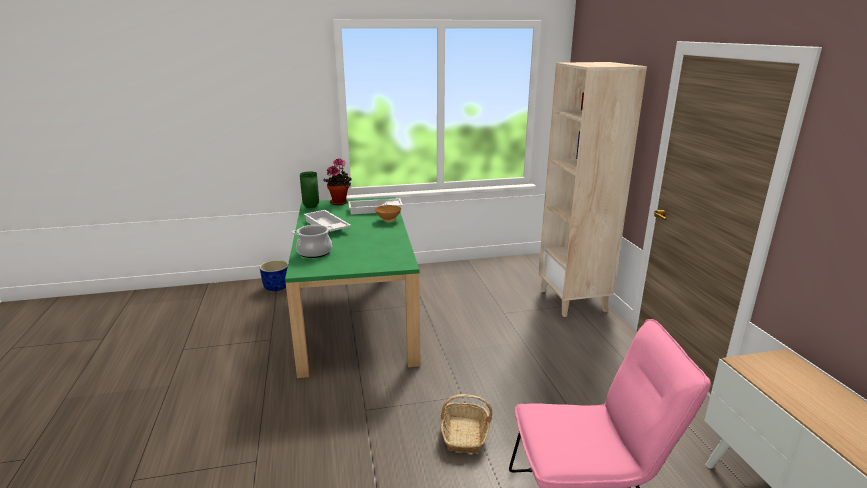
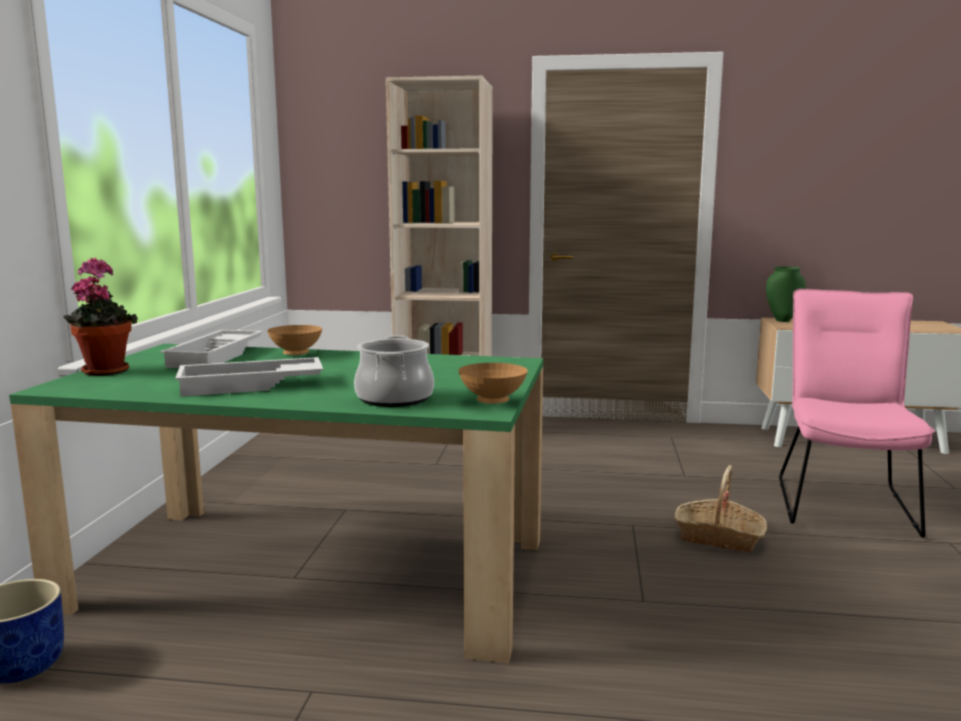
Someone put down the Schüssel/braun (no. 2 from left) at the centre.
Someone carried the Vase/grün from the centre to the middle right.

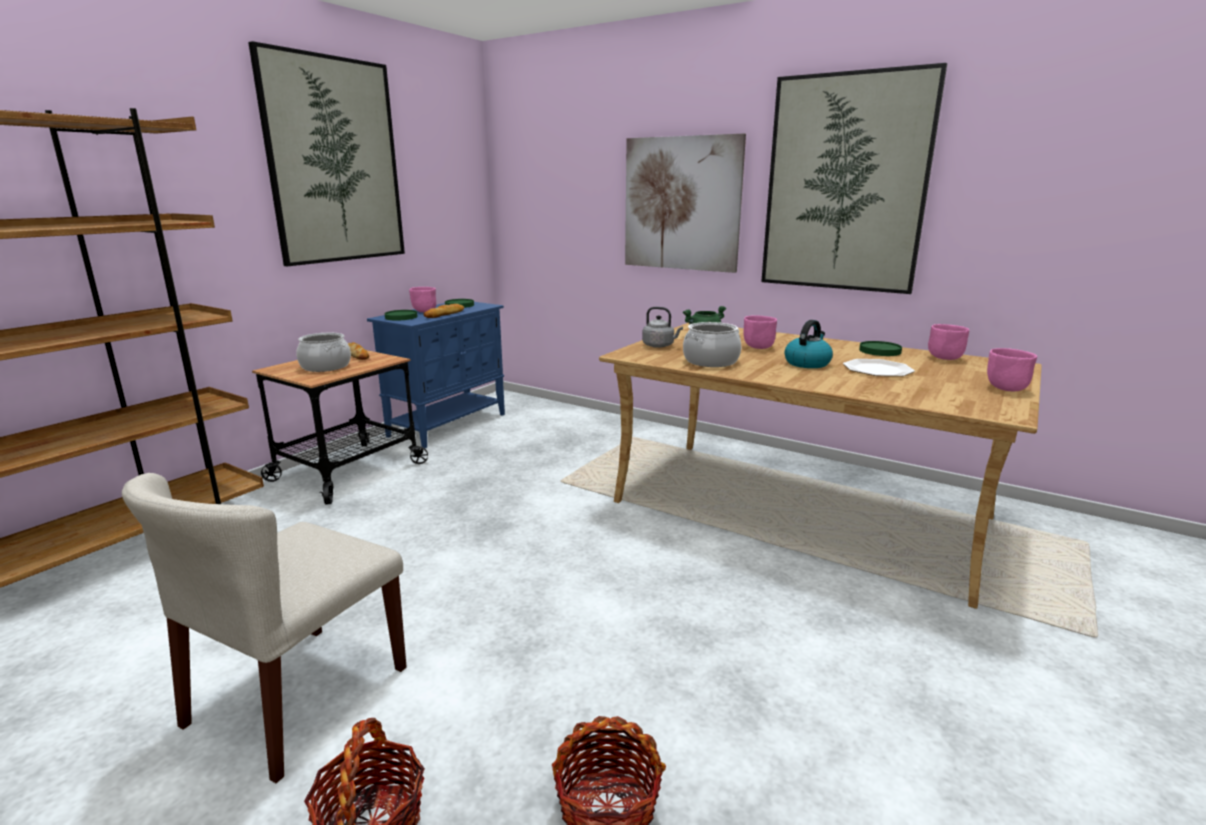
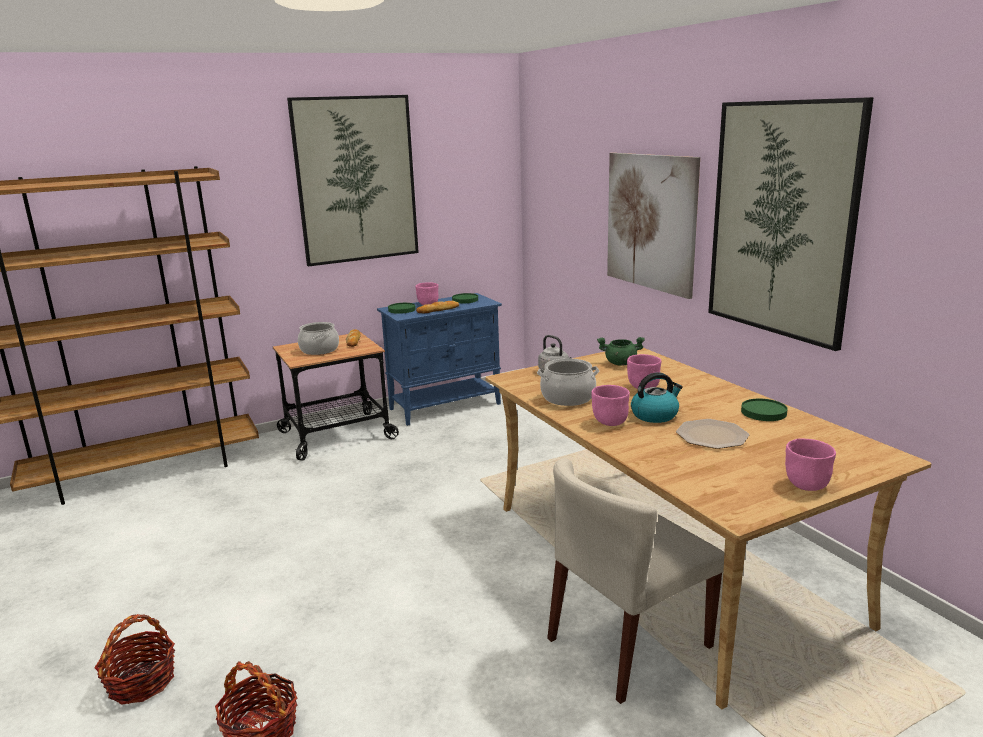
Someone carried the Stuhl/beige from the bottom left to the bottom centre.
Someone carried the Schüssel/rosa (no. 3 from left in the first image) from the middle right to the centre.

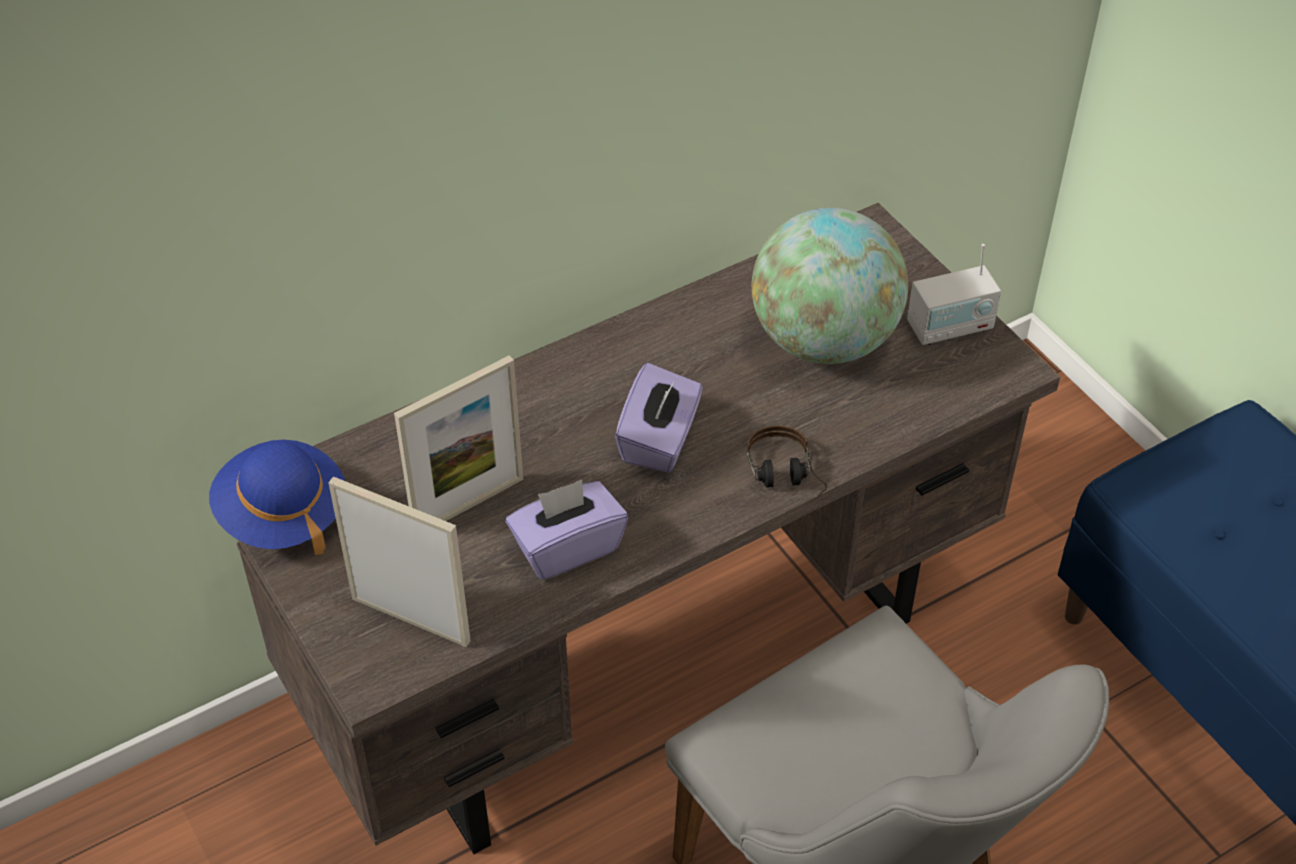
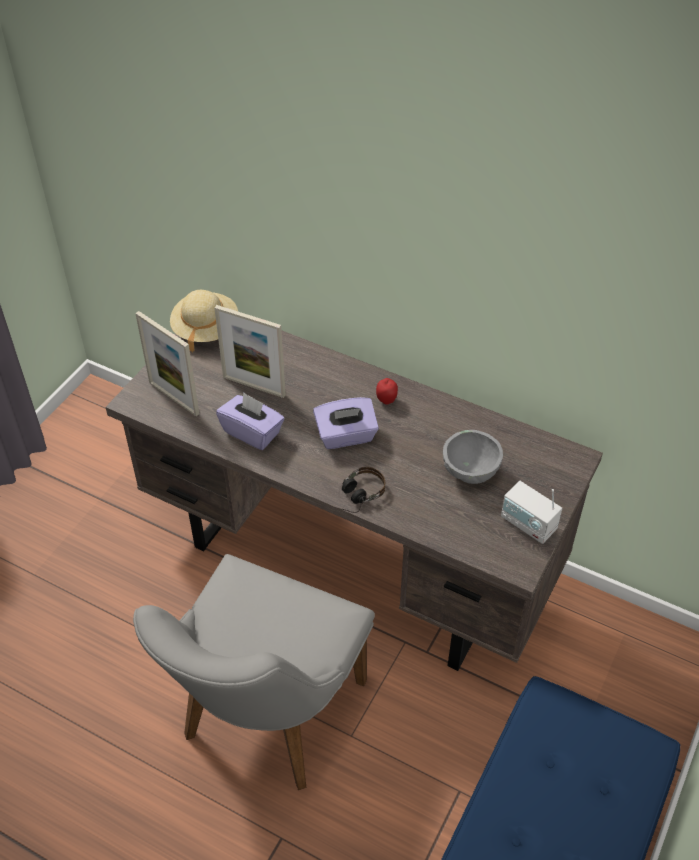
Someone rotated the Bilderrahmen (no. 1 from left) at the middle left by 135 degrees clockwise.
Someone repainted the Hut/blau at the middle left, which became the Hut/beige at the middle left.
Someone put down the Apfel at the centre.
Someone swapped the Globus at the top centre for the Schüssel/grau at the middle right.

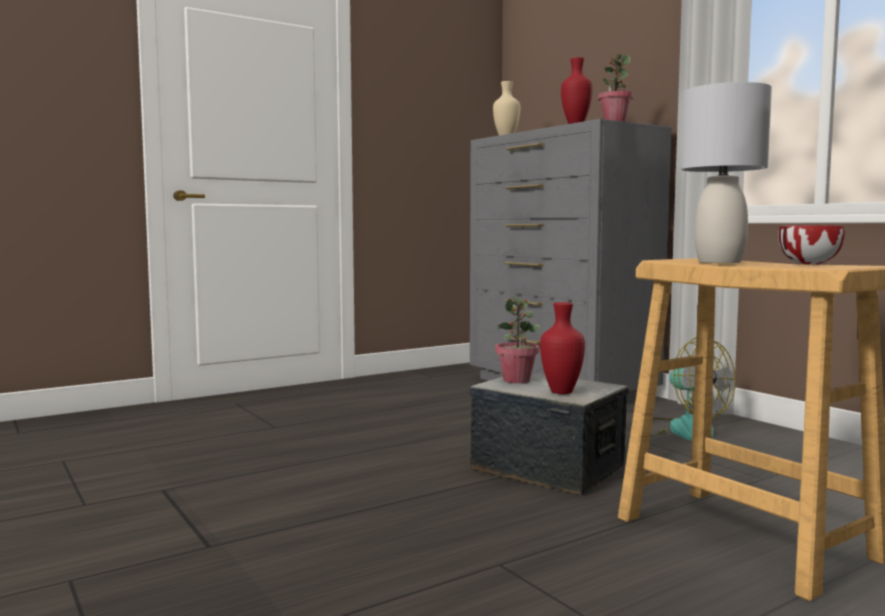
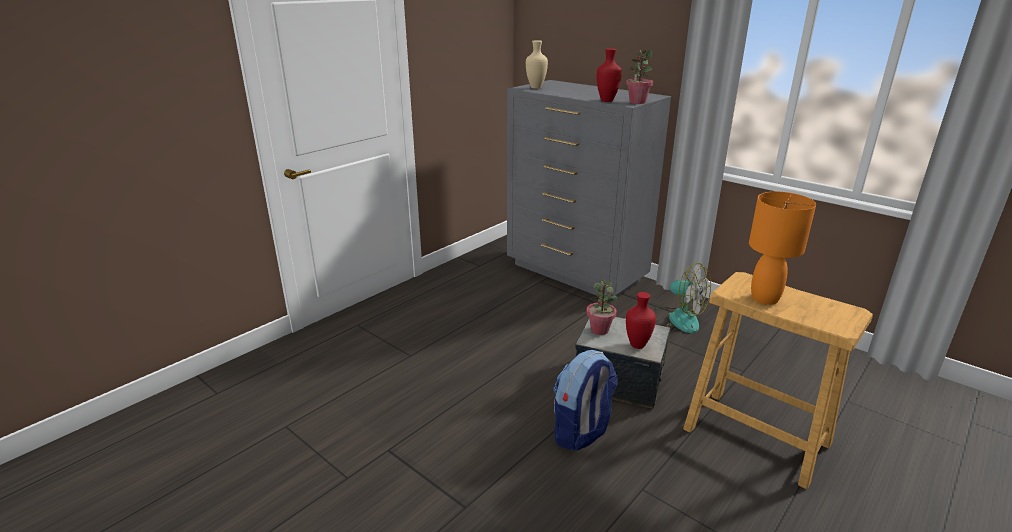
Someone put down the Rucksack at the bottom centre.
Someone repainted the Tischlampe/grau at the top right, which became the Tischlampe/orange at the middle right.
Someone took away the Schüssel at the middle right.

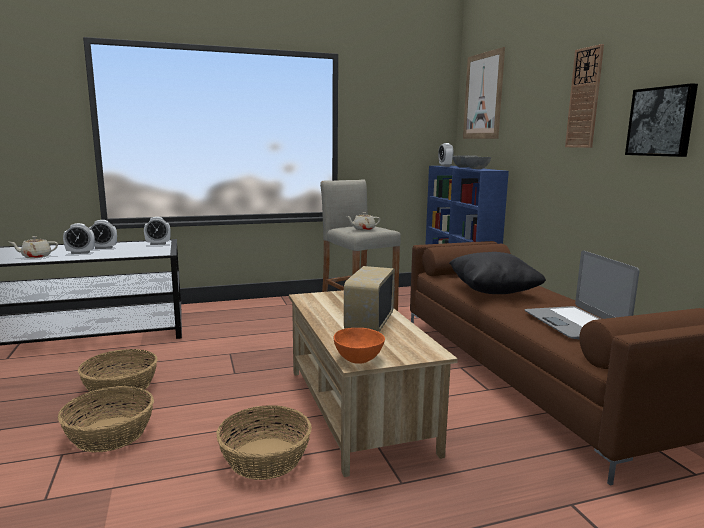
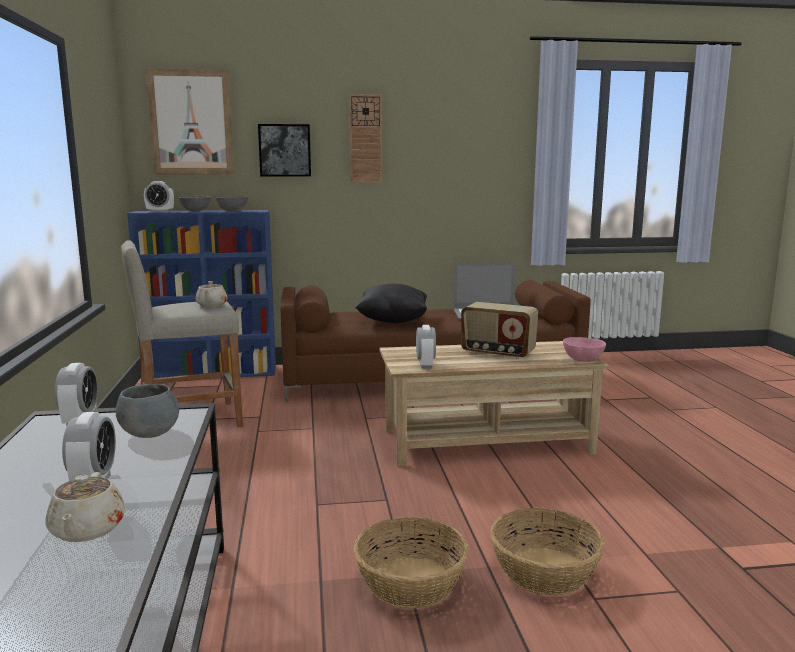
Someone put down the Schüssel/grau (no. 1 from left) at the middle left.
Someone carried the Bild (no. 2 from left) from the top right to the top centre.
Someone carried the Wecker (no. 2 from left in the first image) from the middle left to the centre.
Someone repainted the Schüssel/orange at the centre, which became the Schüssel/rosa at the middle right.
Someone took away the Korb (no. 3 from left) at the bottom centre.

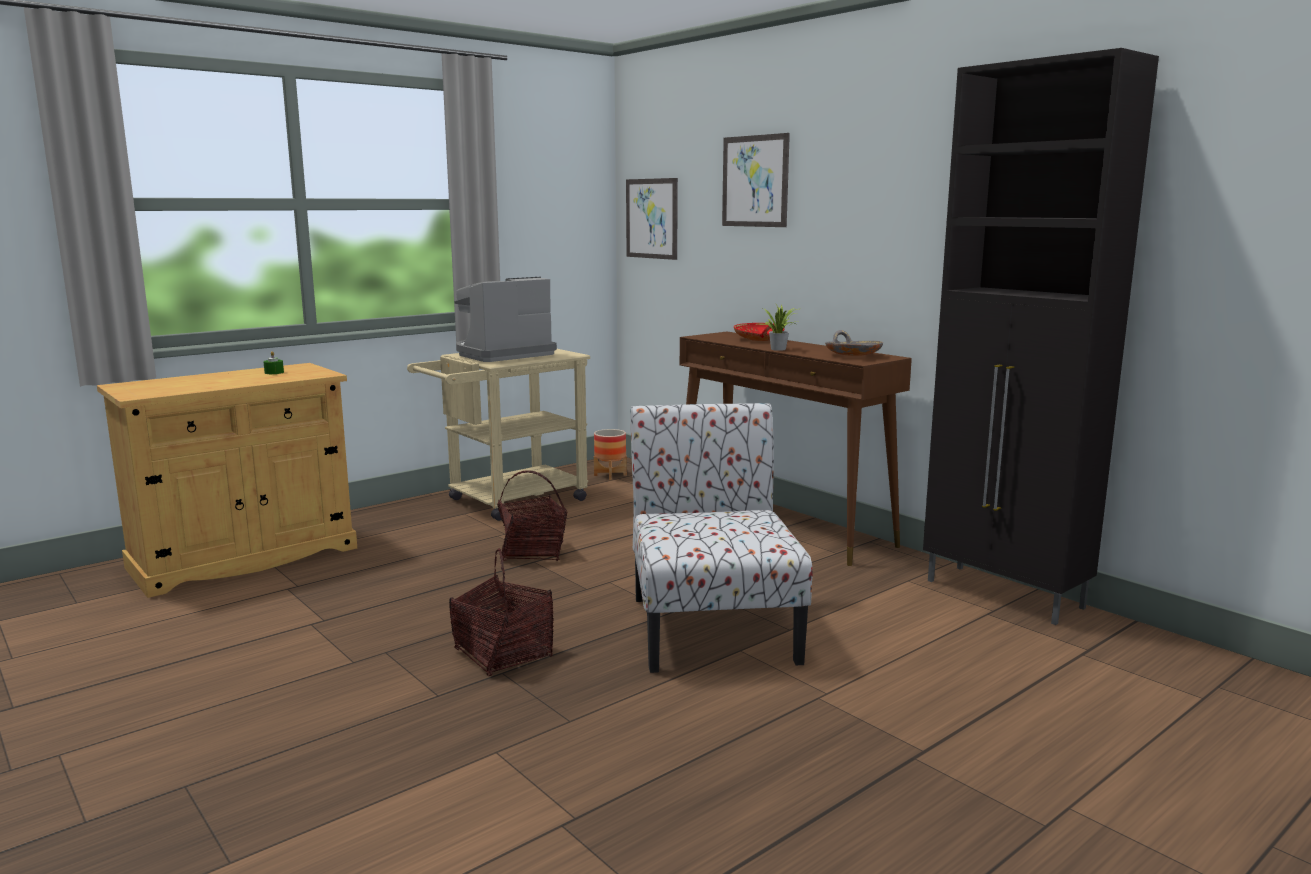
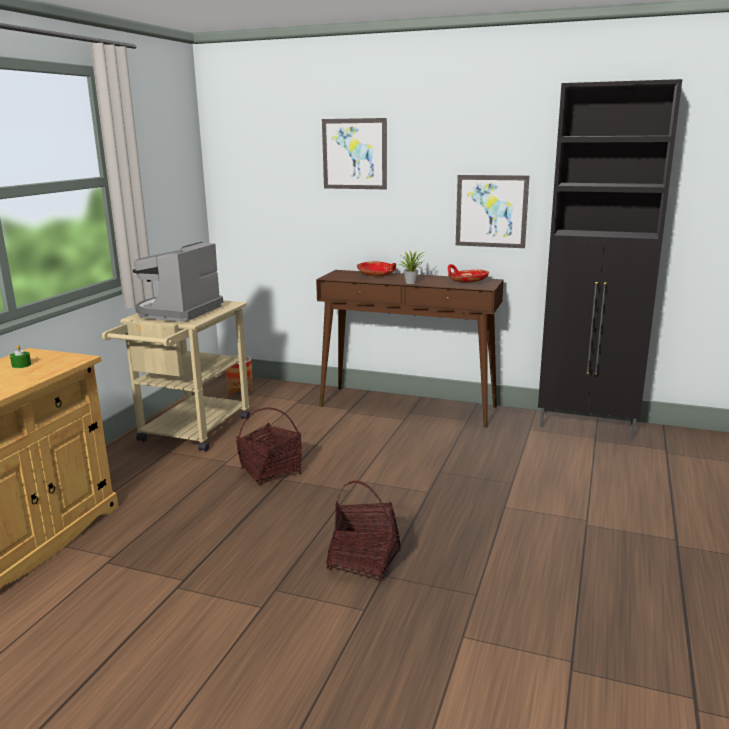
Someone repainted the Schüssel/grau at the centre, which became the Schüssel/rot (no. 2 from left) at the centre.
Someone carried the Bild (no. 1 from left in the first image) from the top centre to the top right.
Someone took away the Stuhl at the centre.

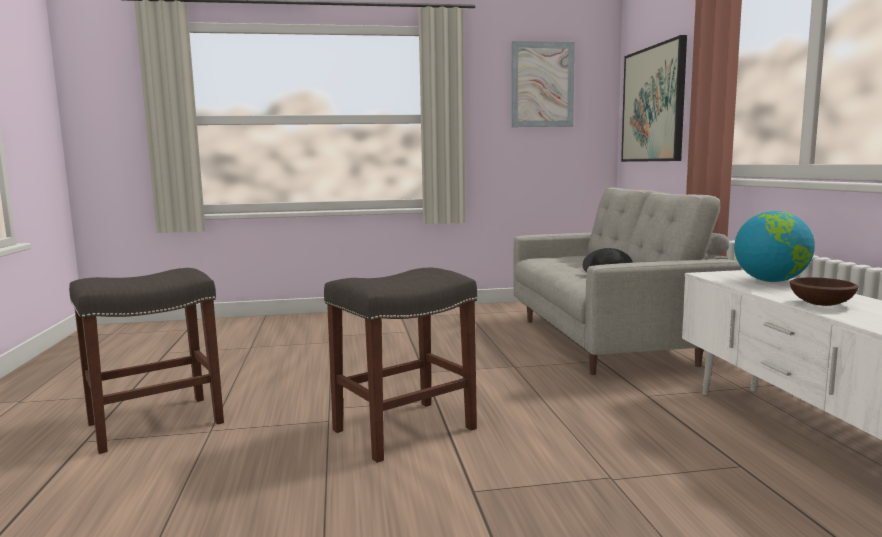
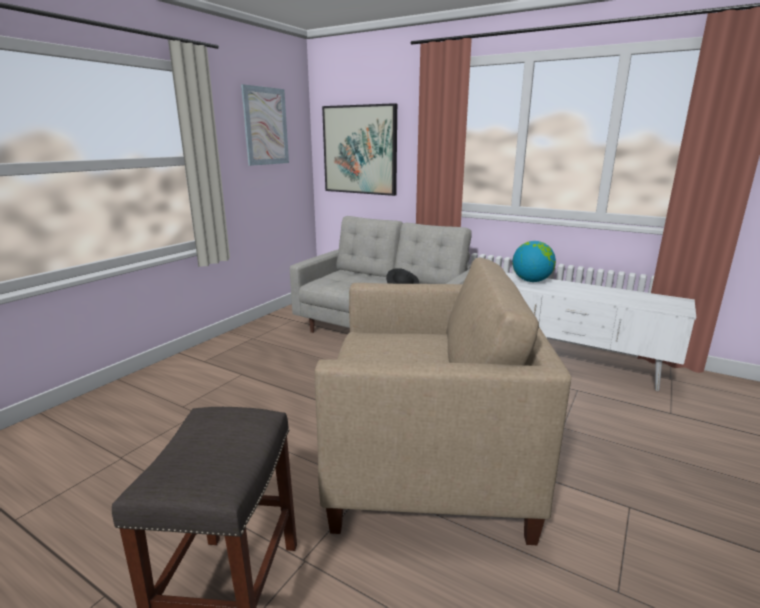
Someone swapped the Hocker/grau (no. 2 from left) at the bottom centre for the Sessel/beige at the centre.
Someone took away the Schüssel/braun at the middle right.

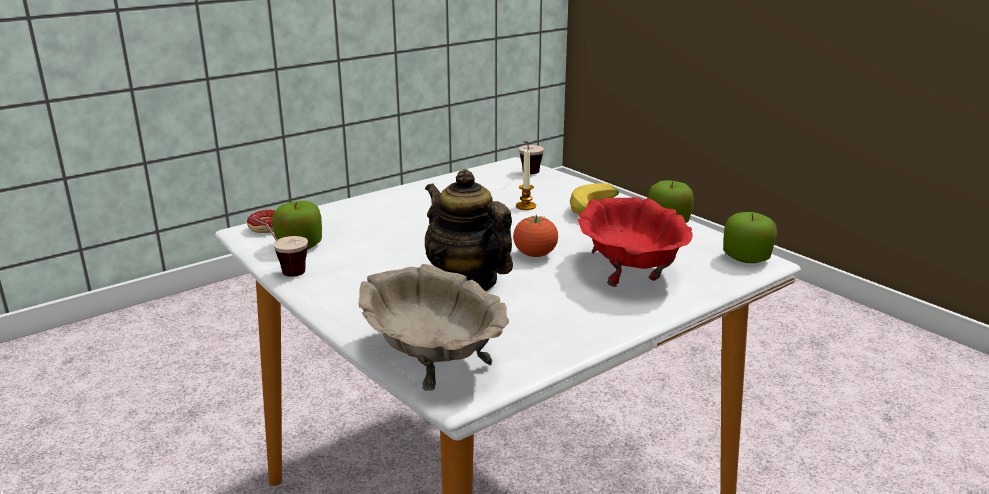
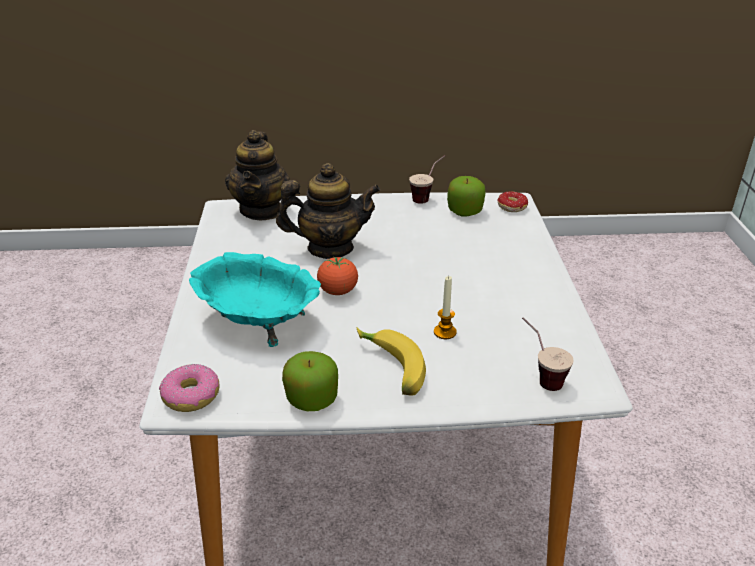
Someone swapped the Apfel (no. 3 from left) at the middle right for the Donut (no. 1 from left) at the bottom left.
Someone repainted the Schüssel/rot at the centre, which became the Schüssel/türkis at the centre.
Someone swapped the Schüssel/beige at the centre for the Teekanne (no. 1 from left) at the top centre.

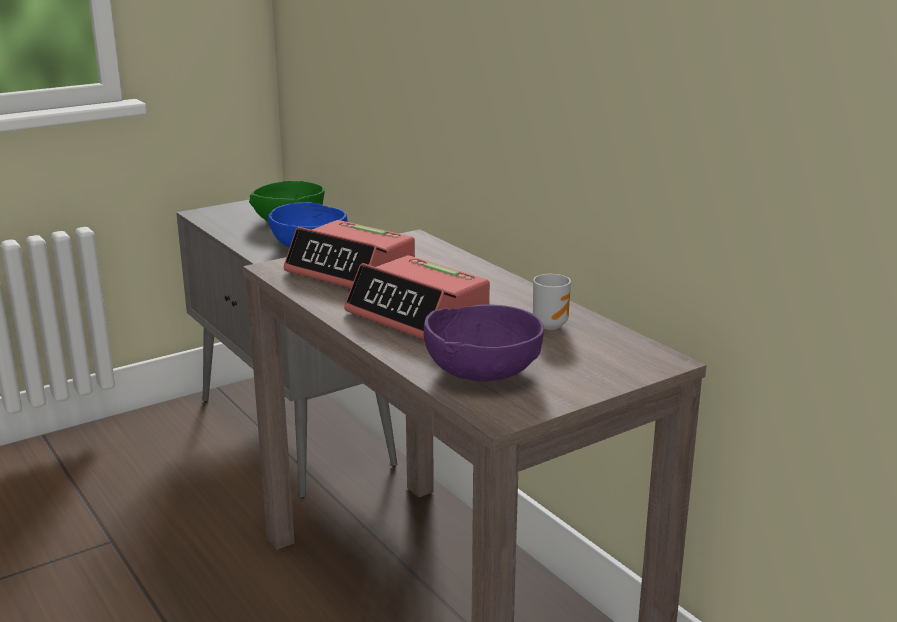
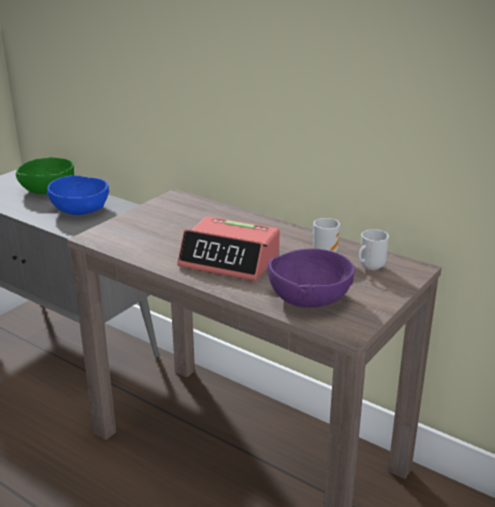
Someone put down the Henkelbecher (no. 2 from left) at the middle right.
Someone took away the Wecker (no. 1 from left) at the centre.

